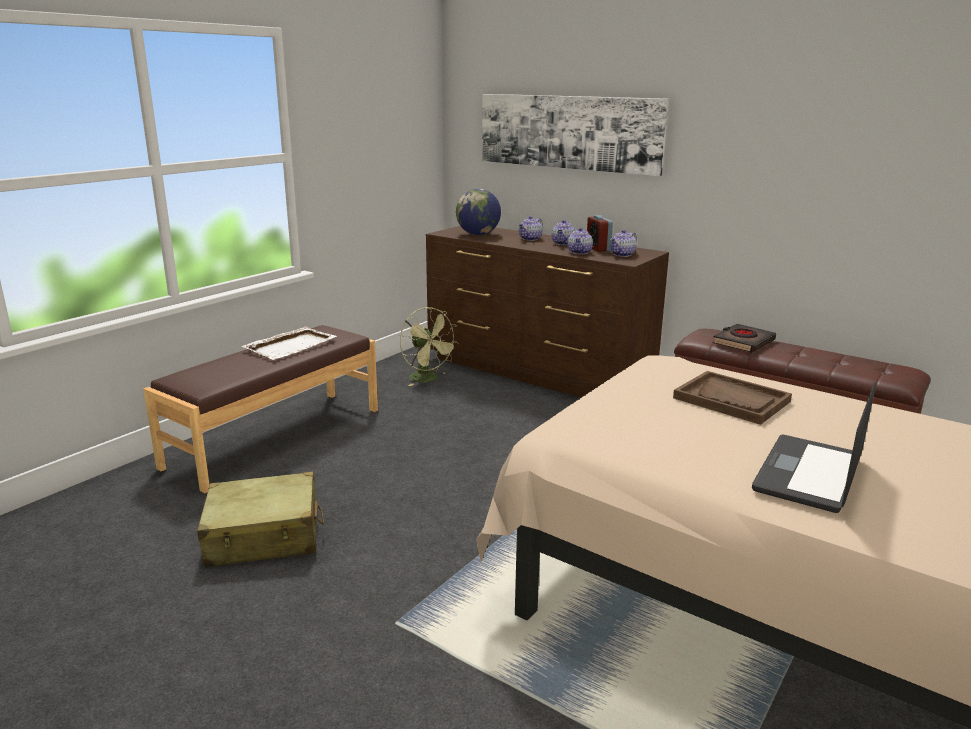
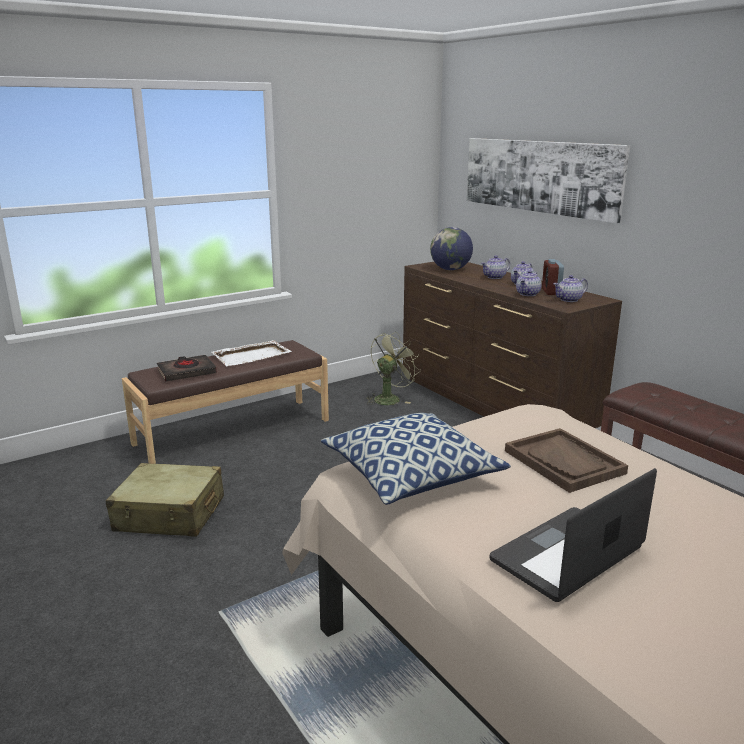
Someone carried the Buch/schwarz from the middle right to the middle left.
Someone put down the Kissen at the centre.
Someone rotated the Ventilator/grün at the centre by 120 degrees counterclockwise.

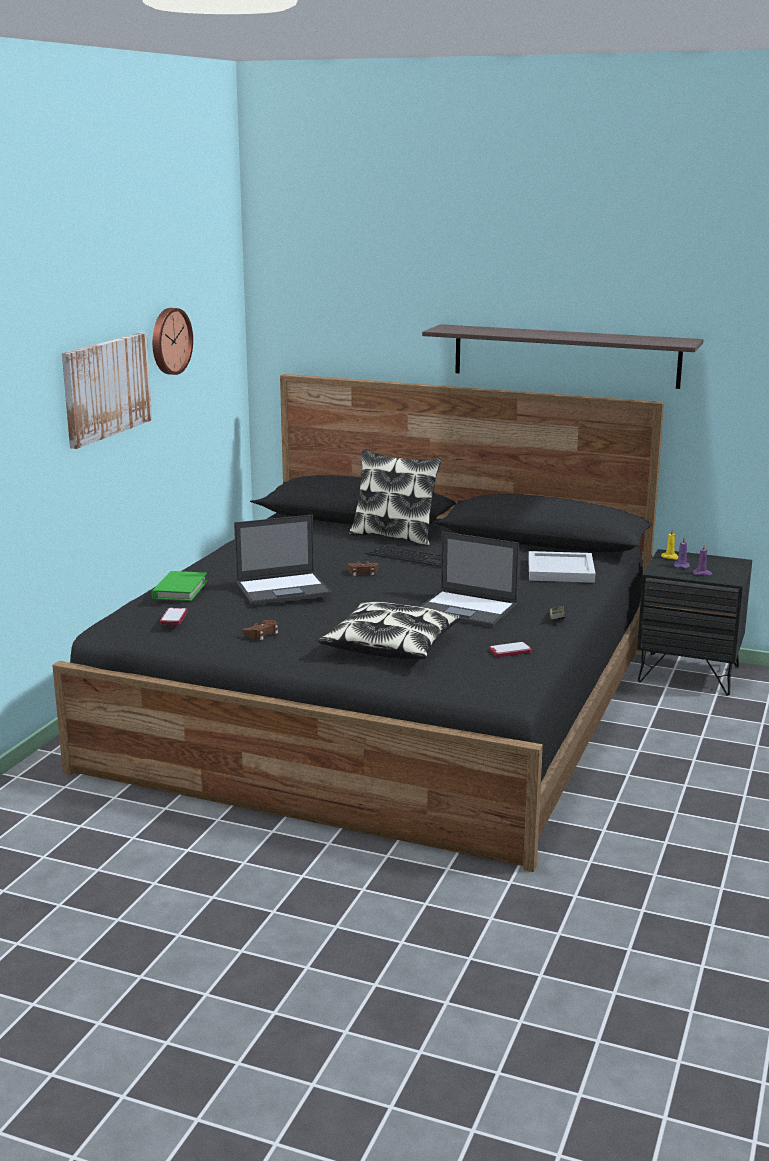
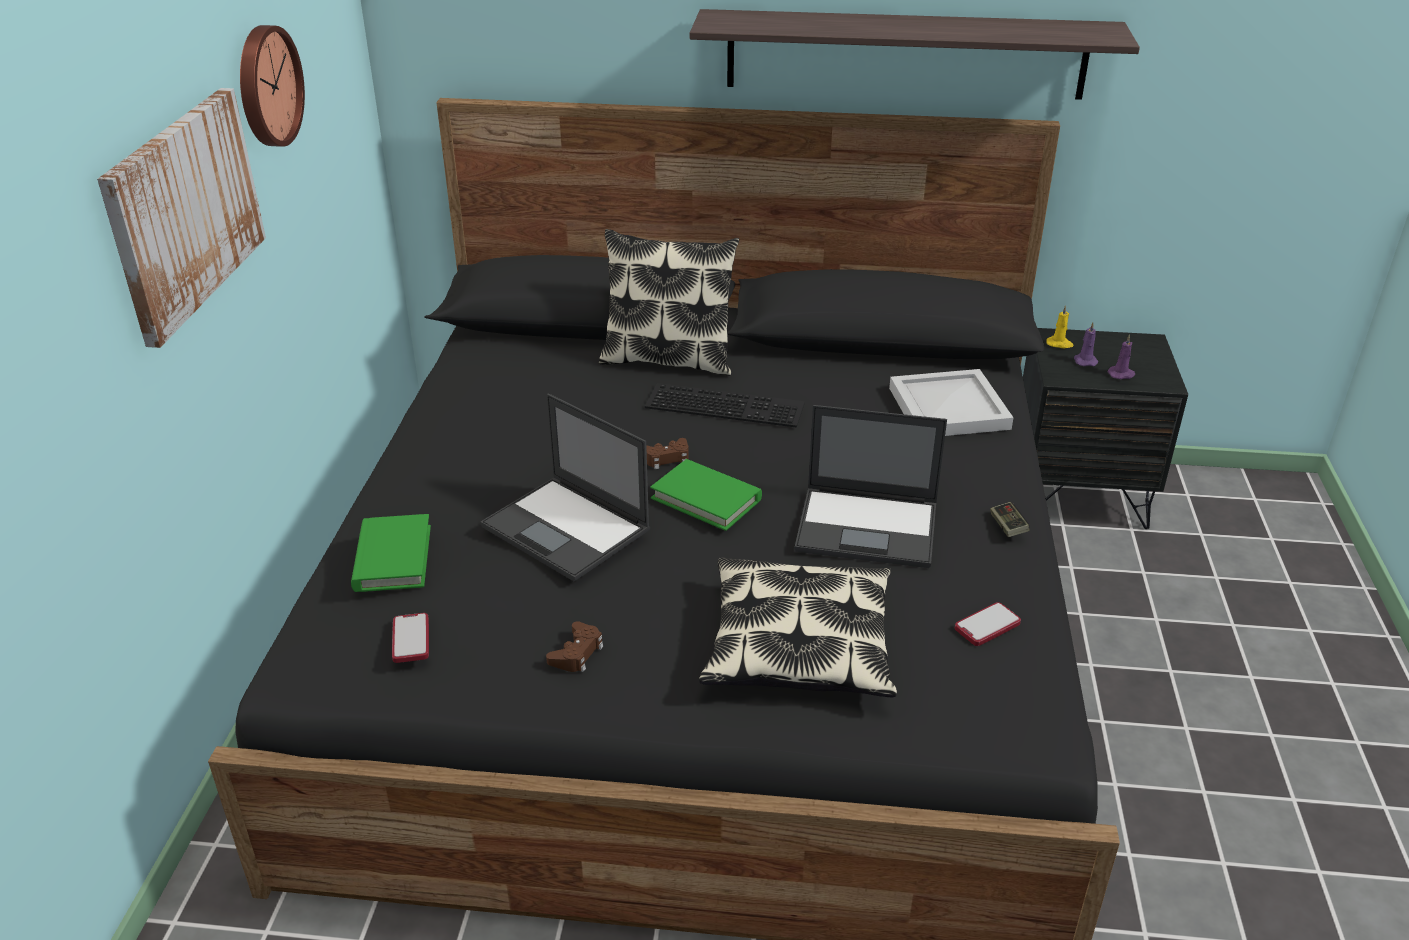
Someone rotated the Laptop (no. 1 from left) at the centre by 75 degrees clockwise.
Someone put down the Buch/grün (no. 2 from left) at the centre.

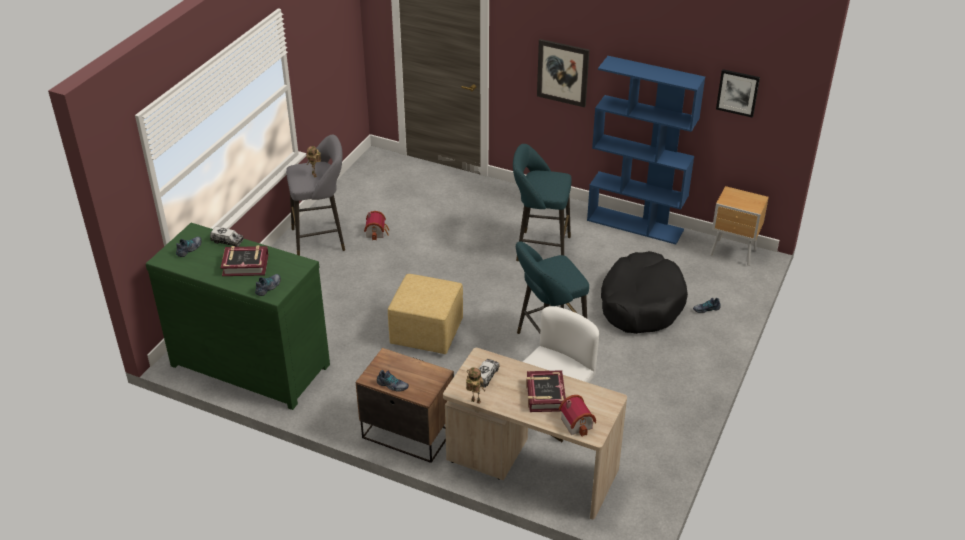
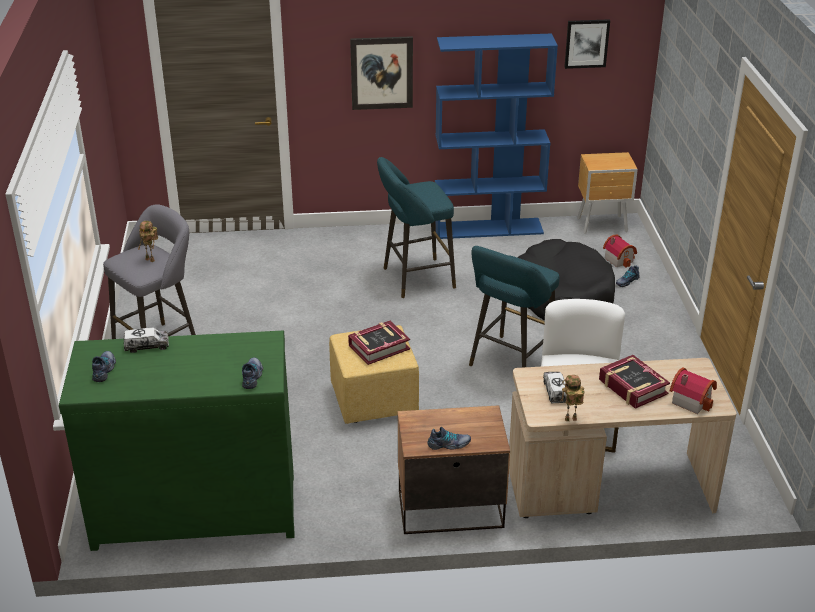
Someone carried the Buch (no. 1 from left) from the middle left to the centre.
Someone carried the Spielzeughaus (no. 1 from left) from the centre to the middle right.

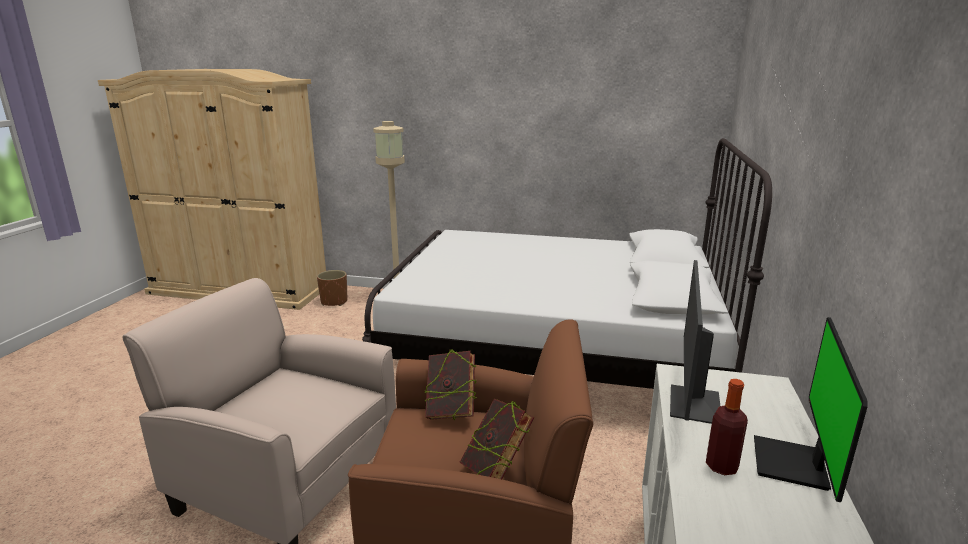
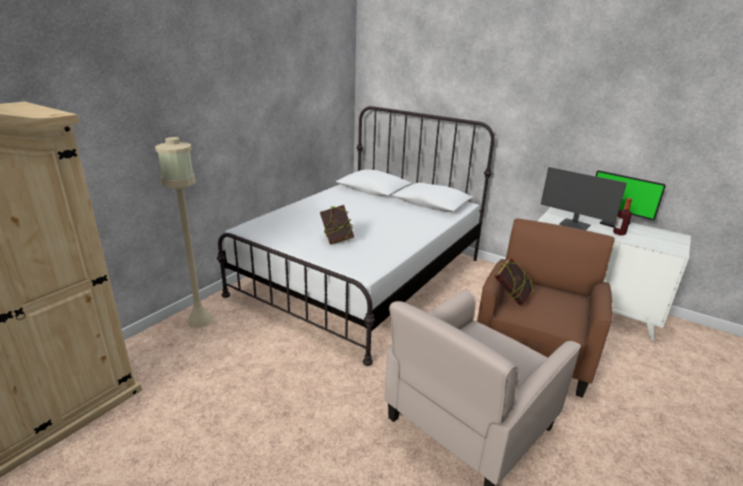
Someone carried the Buch (no. 2 from left in the first image) from the bottom centre to the centre.
Someone took away the Pflanzkübel/braun at the centre.

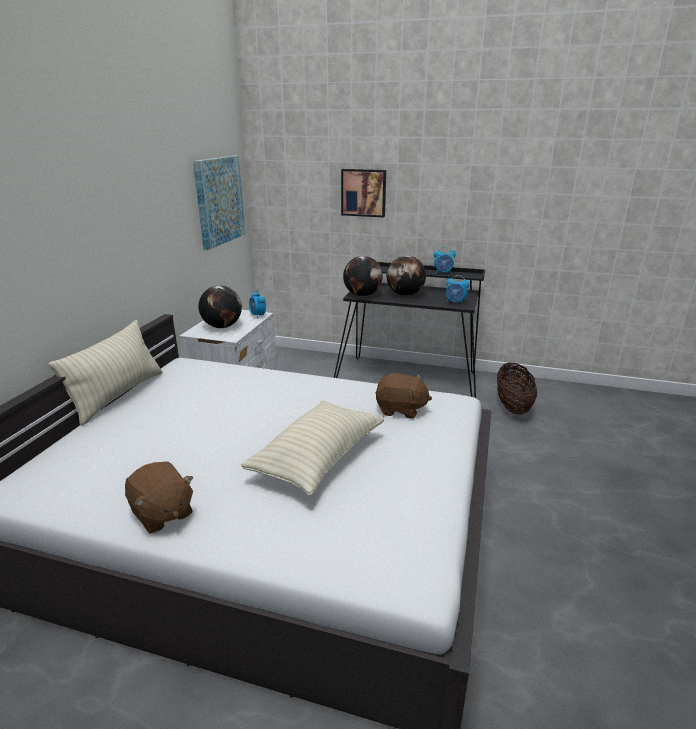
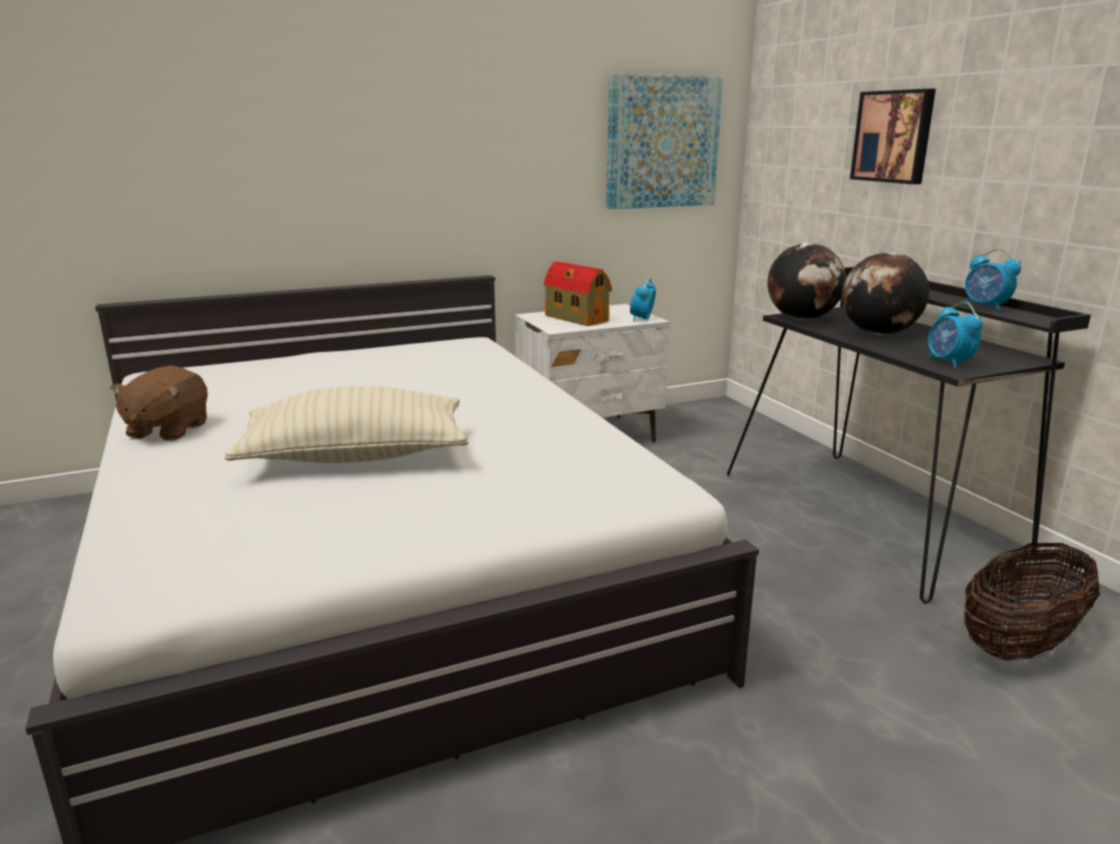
Someone swapped the Globus (no. 1 from left) at the middle left for the Spielzeughaus at the centre.
Someone took away the Kissen/beige (no. 1 from left) at the middle left.
Someone took away the Plüschtier/braun (no. 2 from left) at the centre.

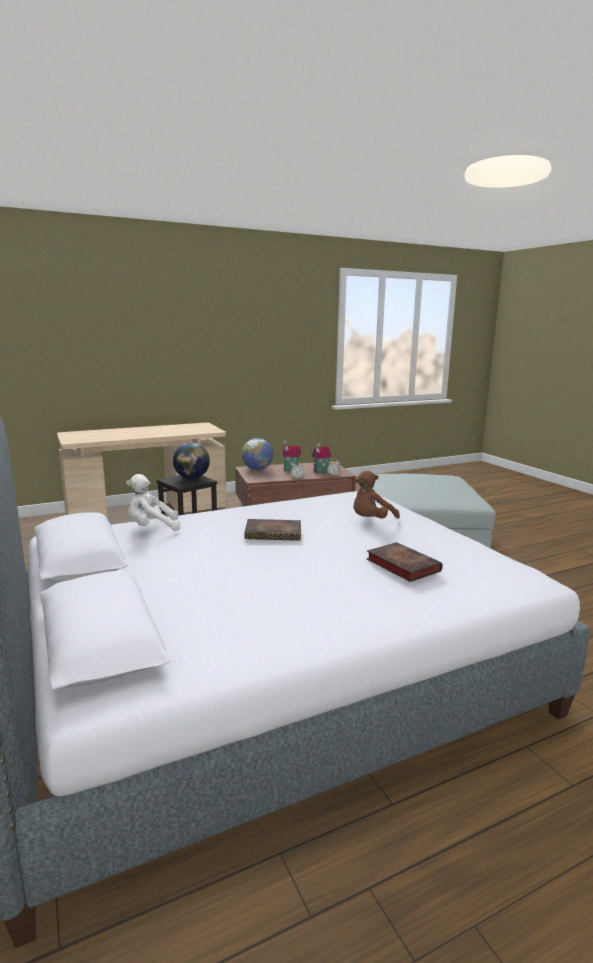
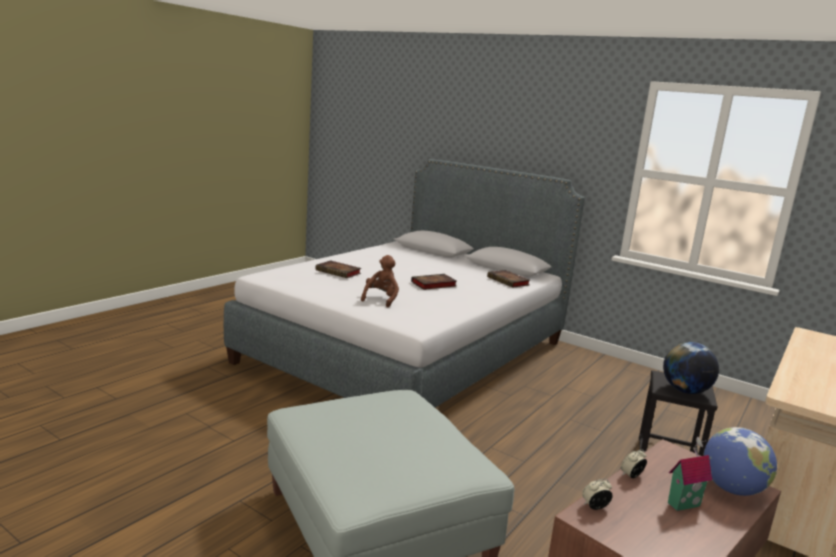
Someone swapped the Plüschtier/weiß at the middle left for the Buch (no. 3 from left) at the centre.
Someone took away the Spielzeughaus (no. 2 from left) at the centre.

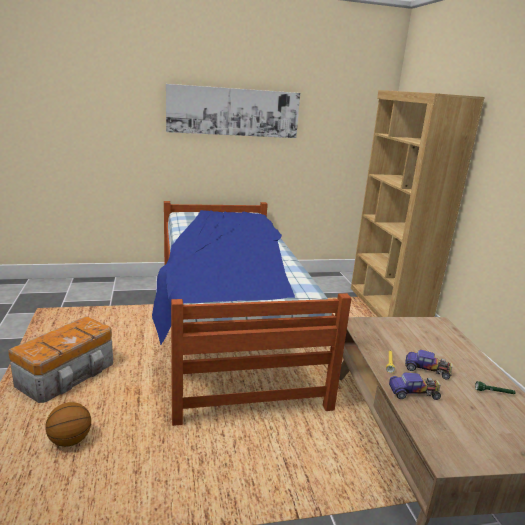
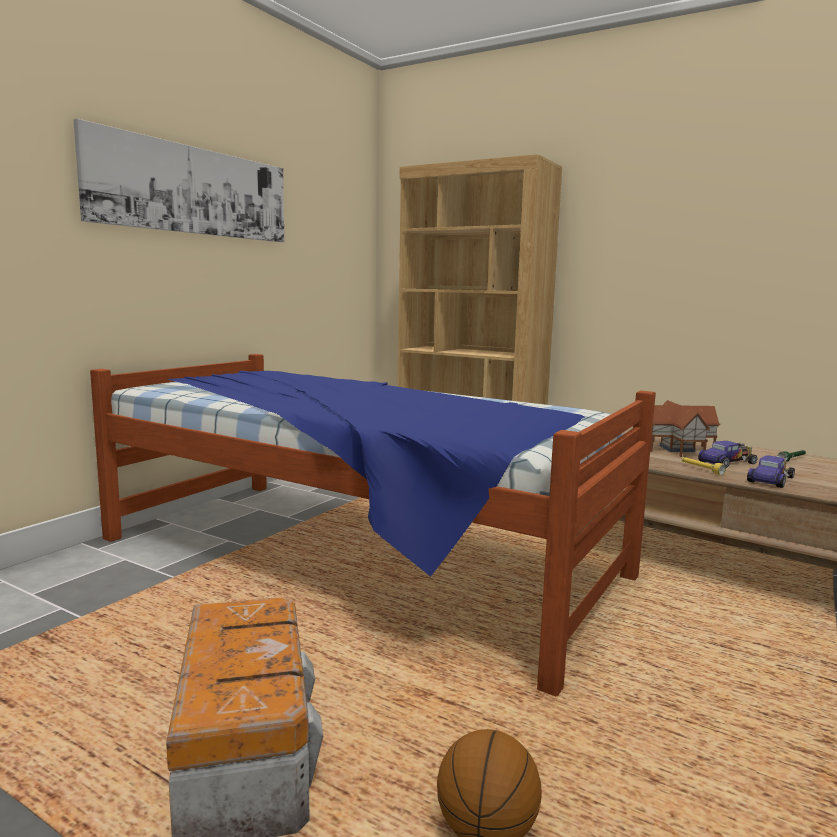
Someone put down the Spielzeughaus at the middle right.

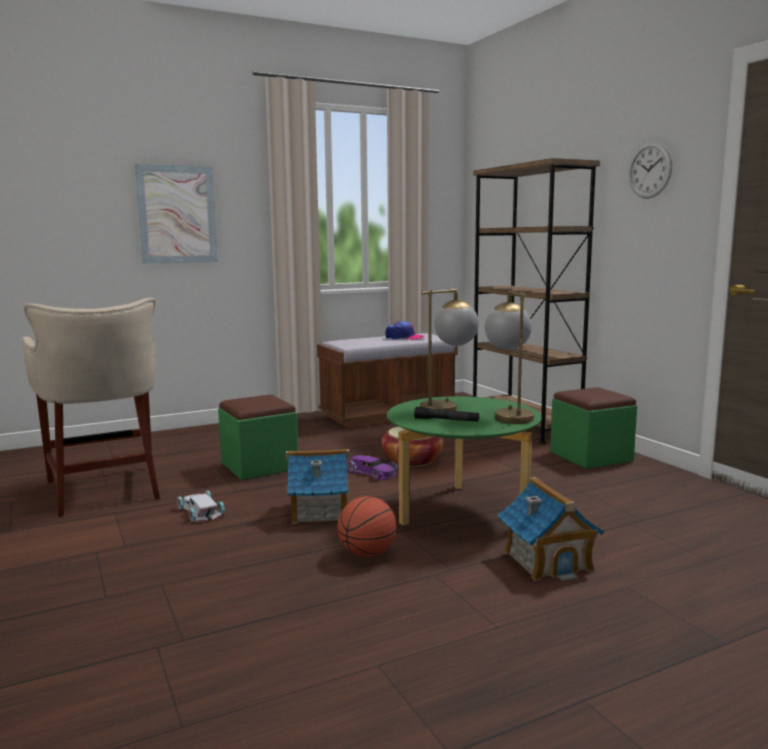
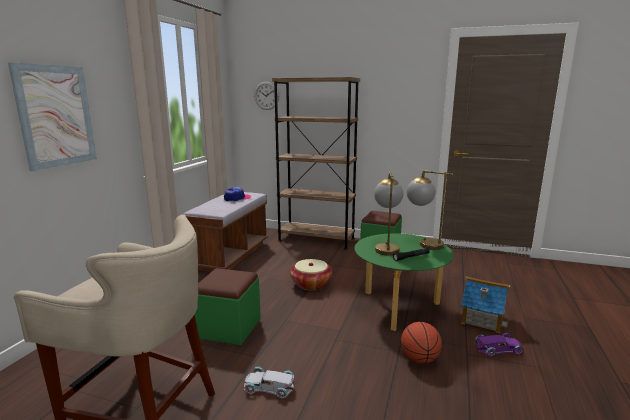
Someone carried the Wanduhr from the top right to the top centre.
Someone carried the Spielzeugauto/lila from the centre to the bottom right.
Someone took away the Spielzeughaus (no. 1 from left) at the centre.

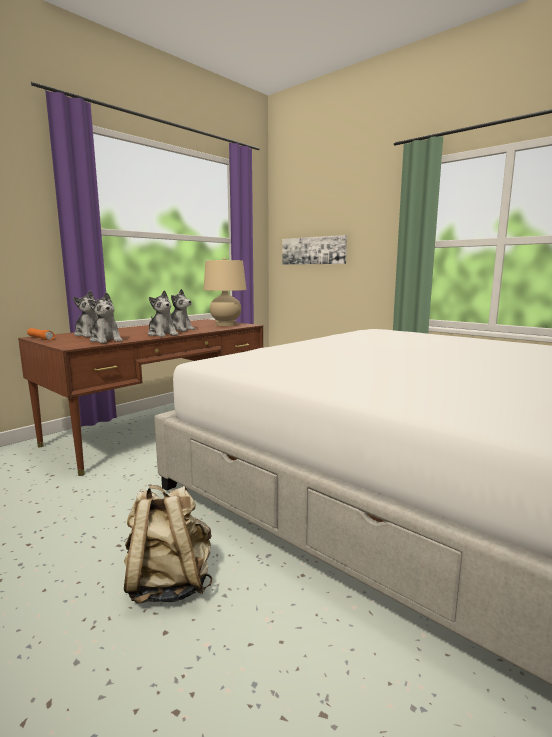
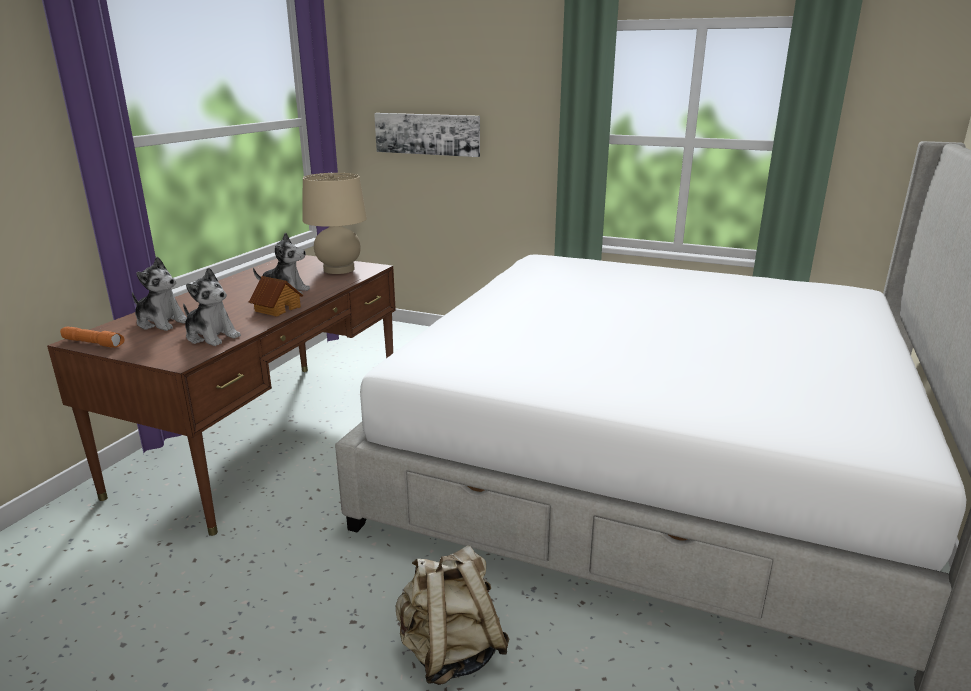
Someone swapped the Plüschtier (no. 3 from left) at the middle left for the Spielzeughaus at the middle left.

